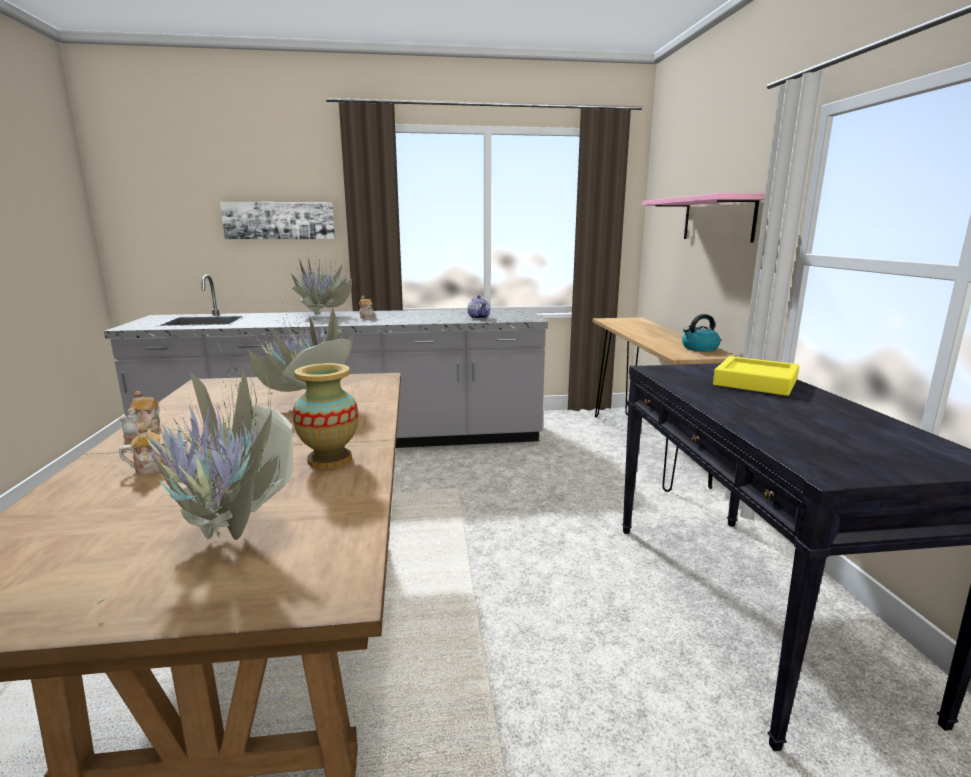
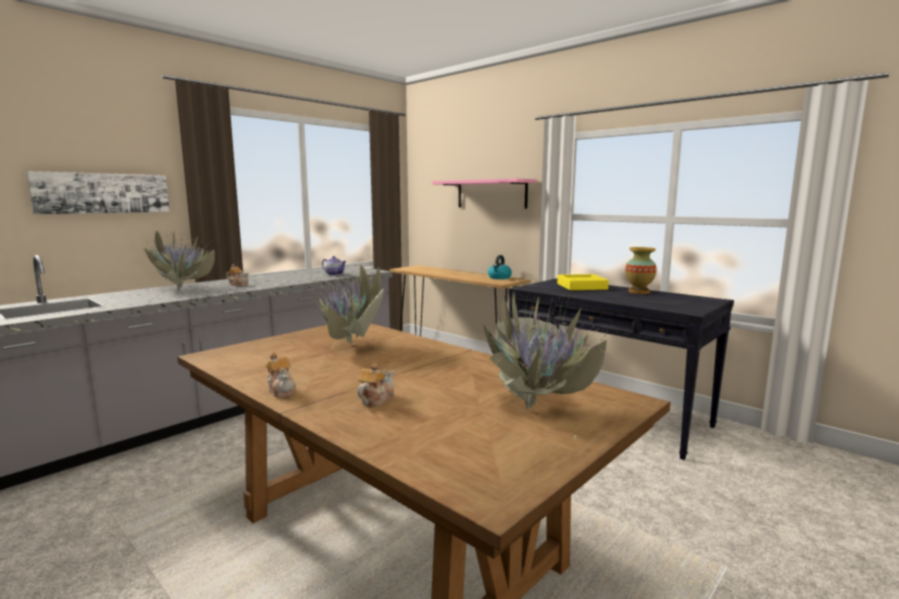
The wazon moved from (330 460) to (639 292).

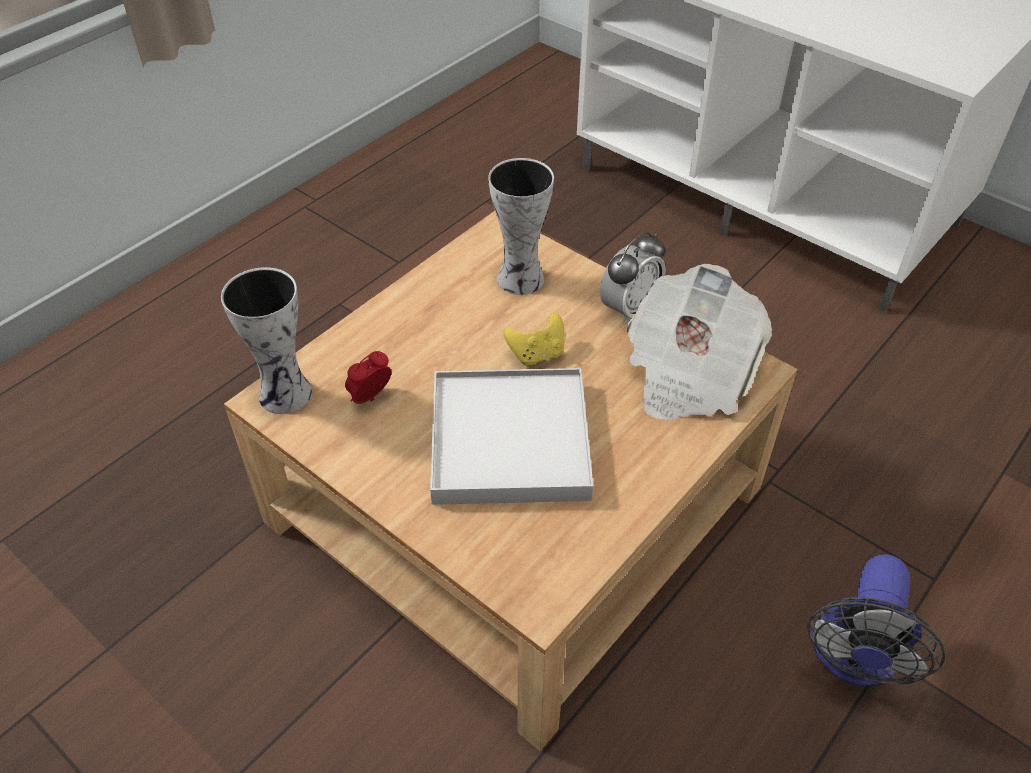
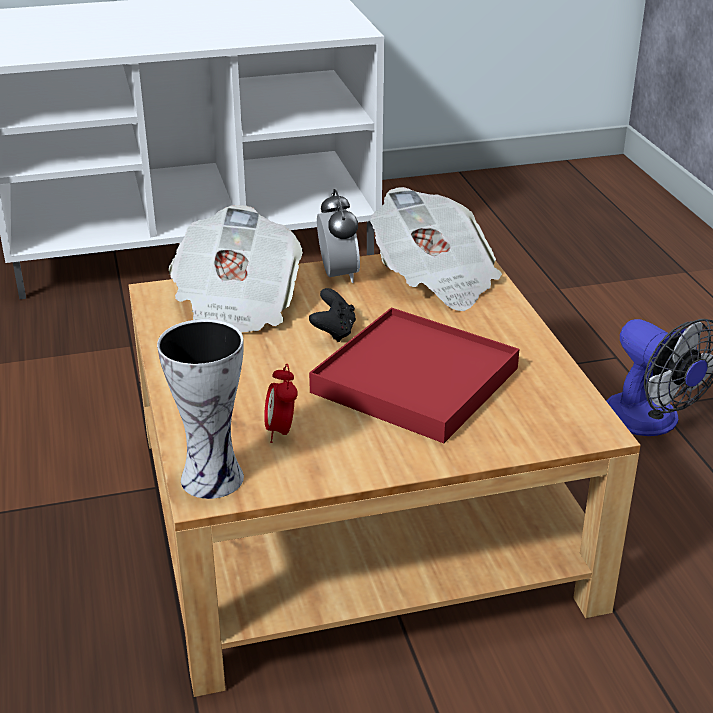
The wazon at (519 280) was replaced by the gazeta at (235 306).
The pad do gier/żółty at (537 354) became the pad do gier/czarny at (334 332).
The taca/biały at (509 440) became the taca/czerwony at (414 380).

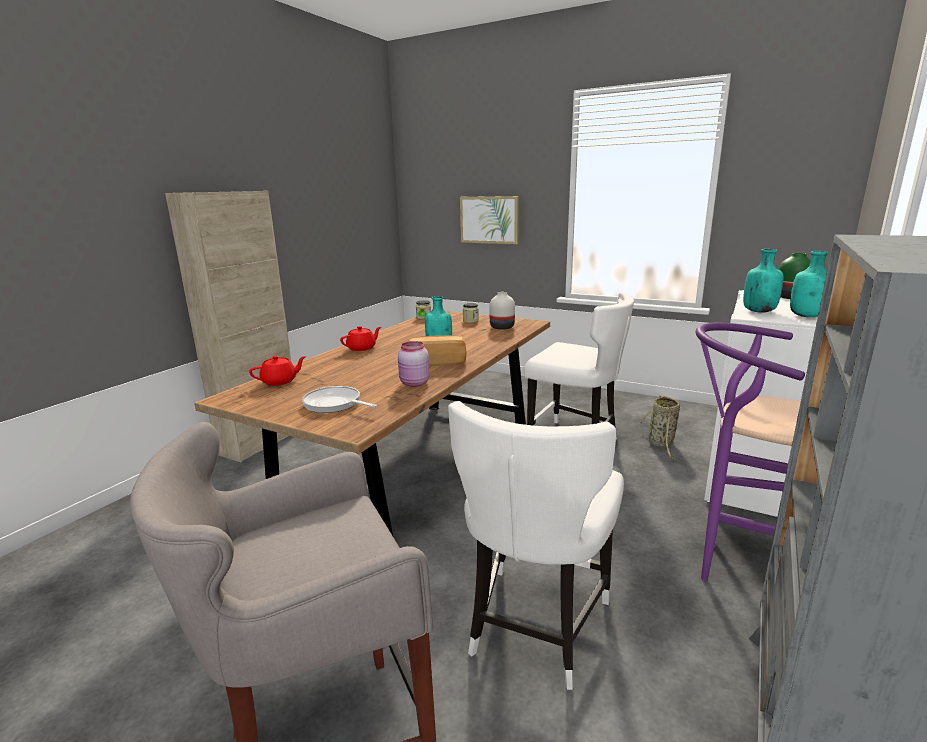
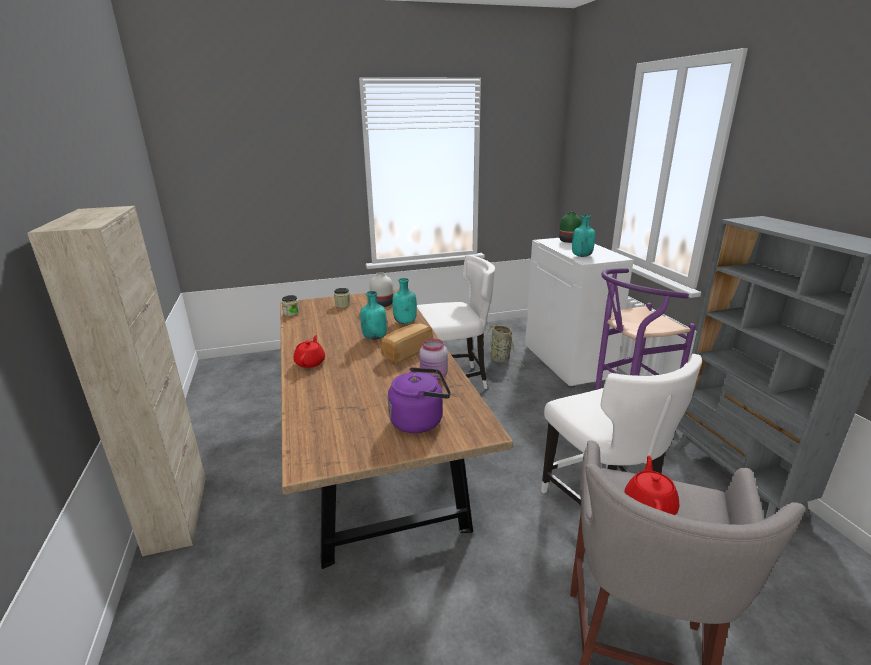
The patelnia at (335 404) was replaced by the czajnik/fioletowy at (420 420).
The butelka/turkusowy moved from (807 316) to (405 322).
The imbryk/czerwony moved from (280 381) to (649 506).
The obraz at (489 220) disappeared.

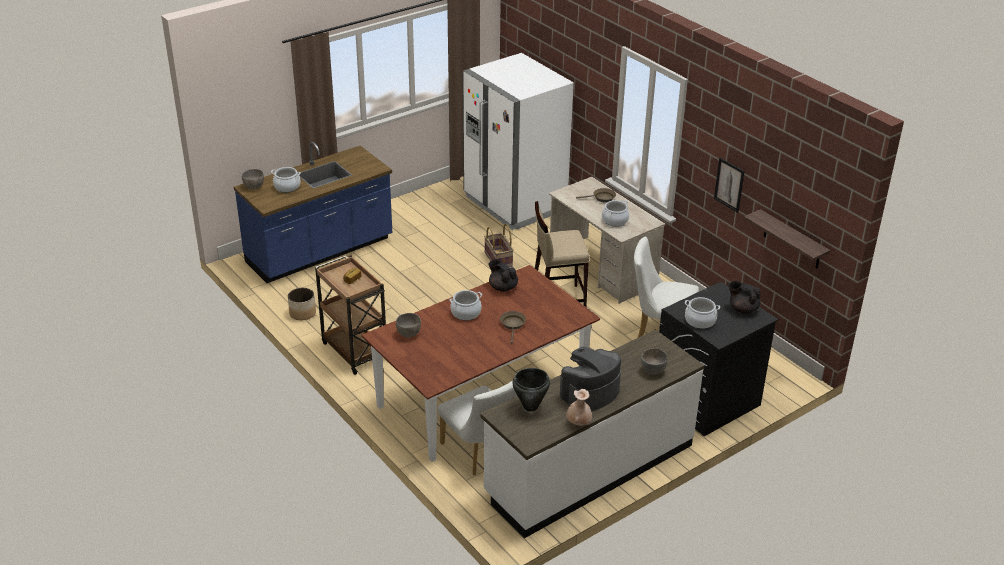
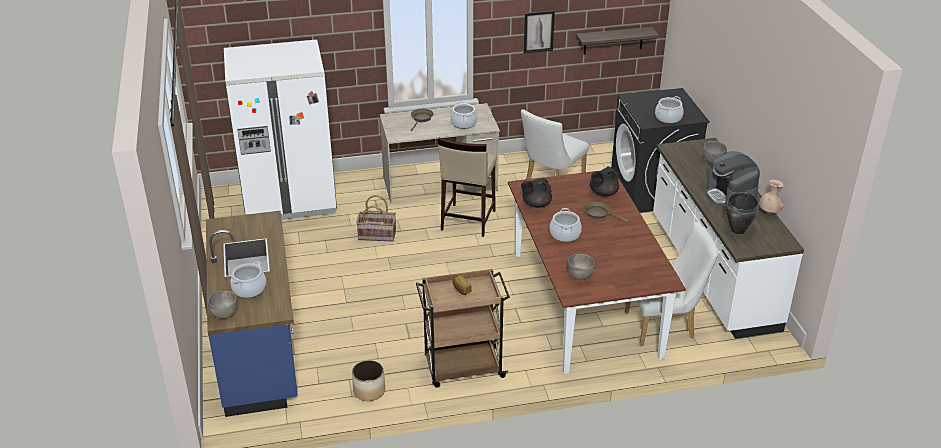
The imbryk/czarny moved from (742 309) to (603 193).

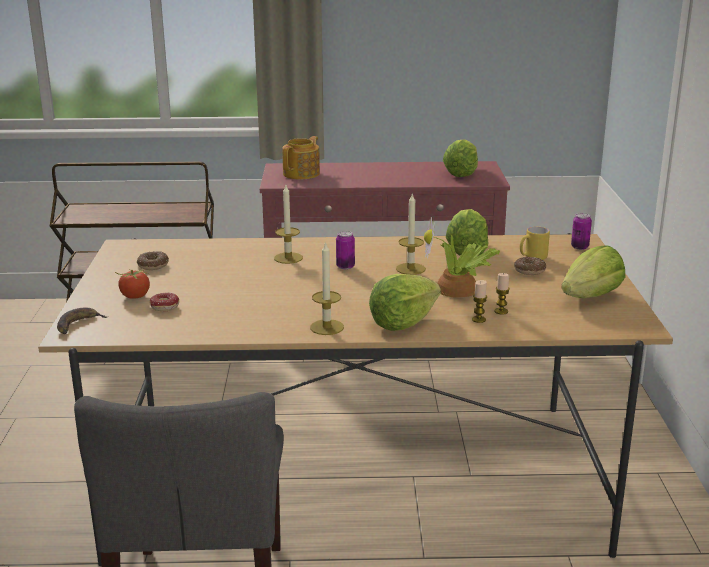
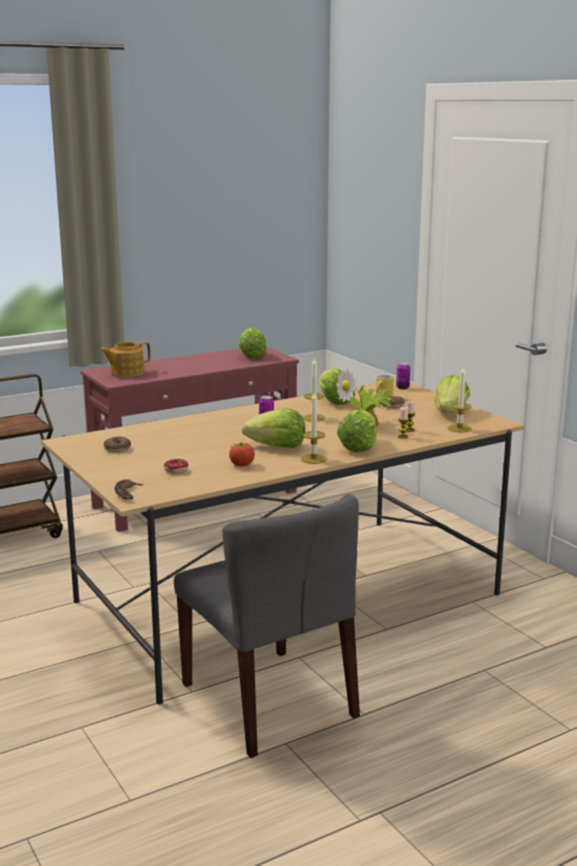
The imbryk at (302 174) turned 120 degrees counterclockwise.
The pomidor moved from (135 296) to (242 465).
The sałata at (277 447) appeared.
The świeca moved from (288 258) to (459 428).

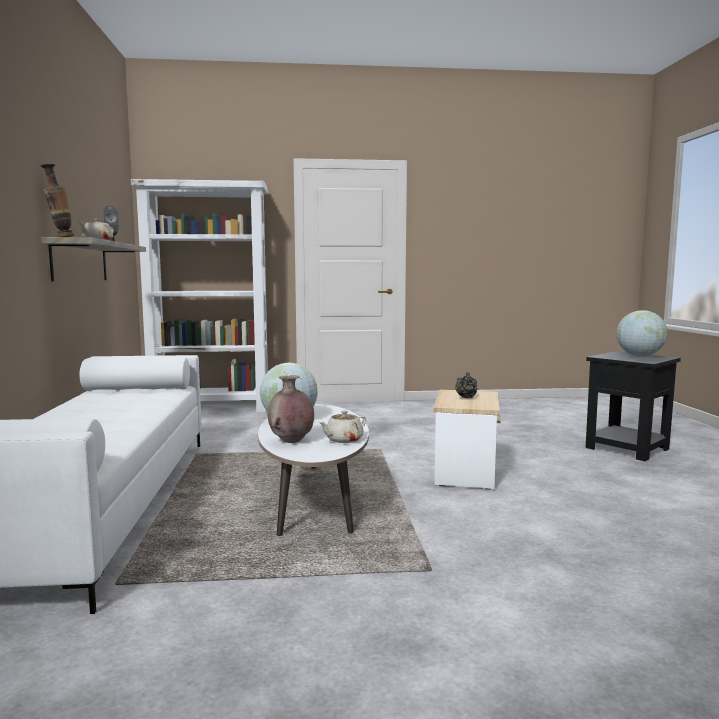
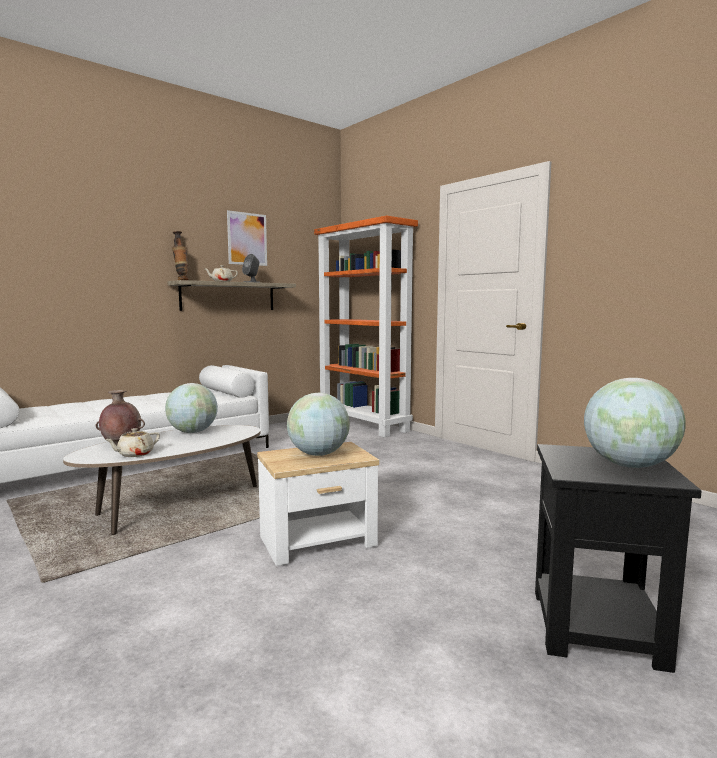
The imbryk/beżowy at (343 440) turned 60 degrees counterclockwise.
The obraz at (247 239) appeared.
The imbryk/czarny at (466 398) was replaced by the globus at (318 454).
The regał/biały at (212 409) became the regał/pomarańczowy at (364 425).

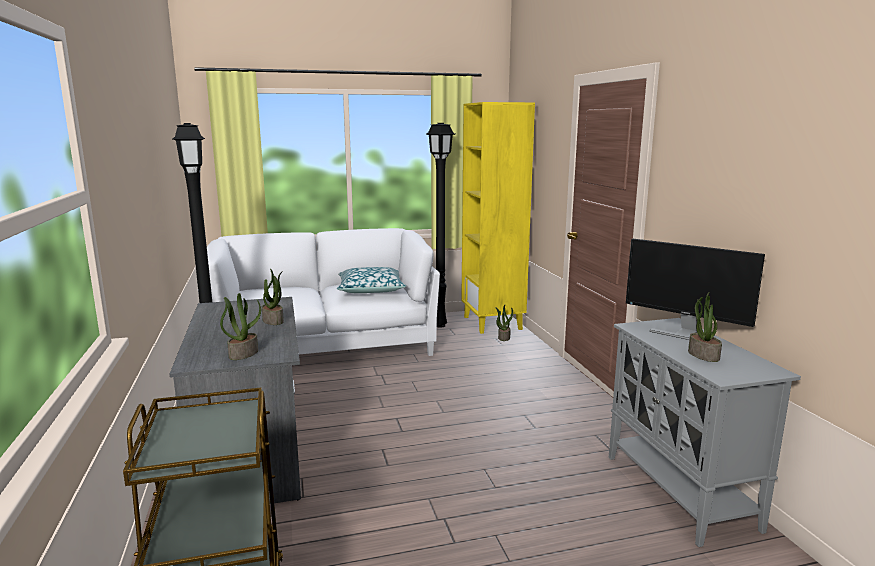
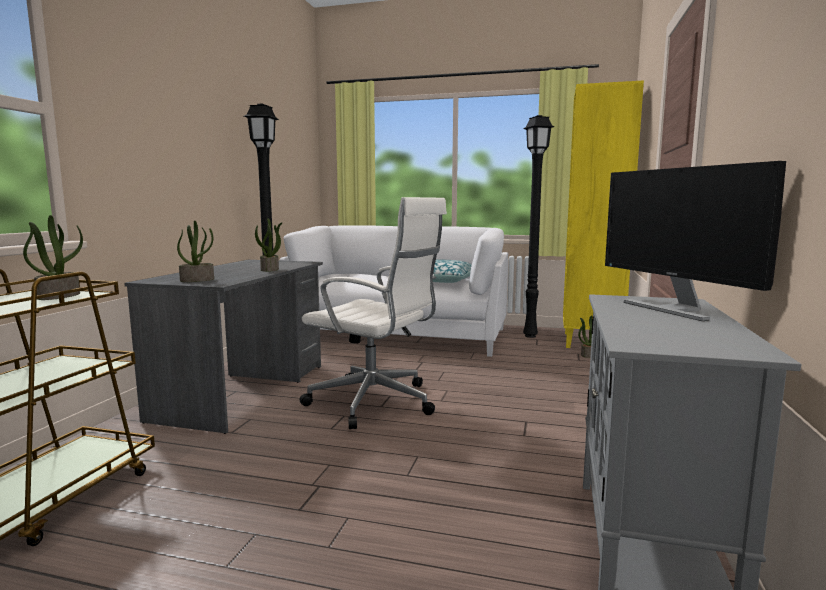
The roślina doniczkowa moved from (702 355) to (59 296).
The krzesło biurowe/biały at (375 403) appeared.

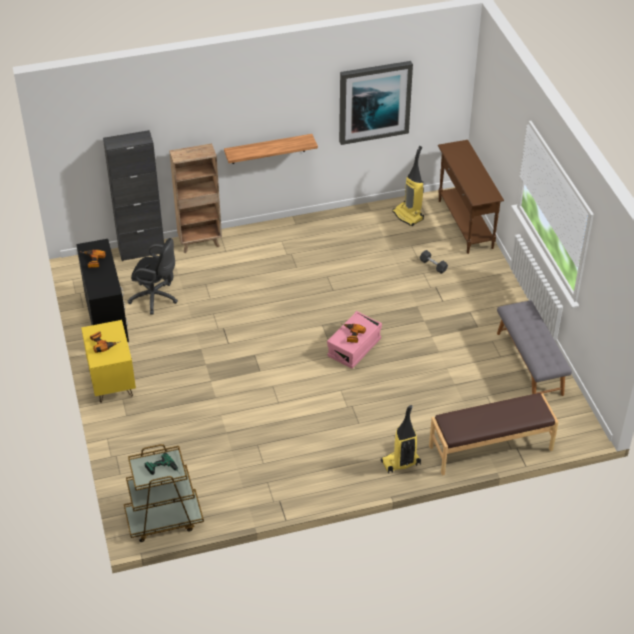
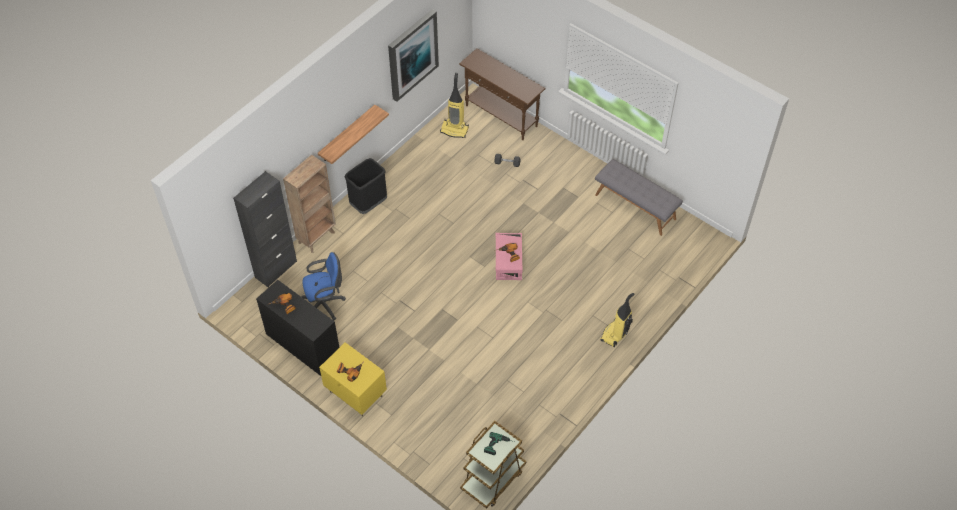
The krzesło biurowe/czarny at (156 298) became the krzesło biurowe/niebieski at (325 304).
The kosz na śmieci/czarny at (368 204) appeared.
The ławka/brązowy at (491 448) disappeared.

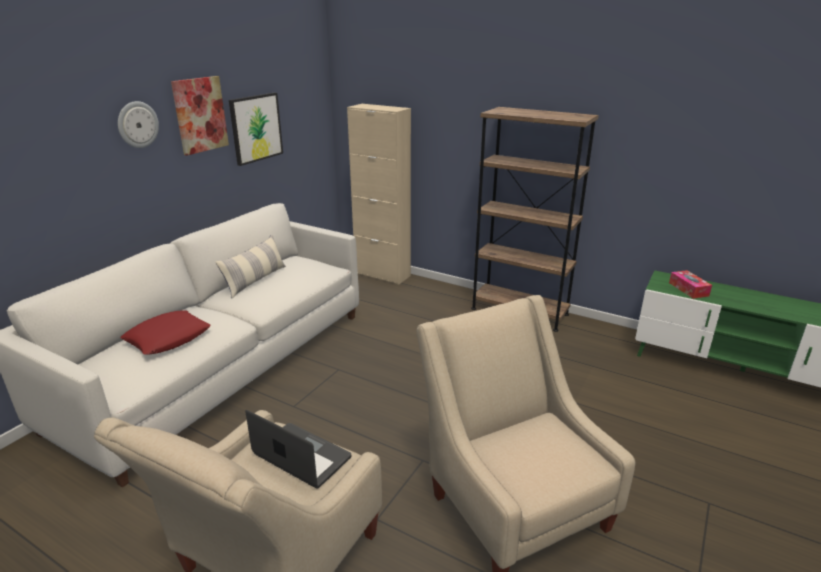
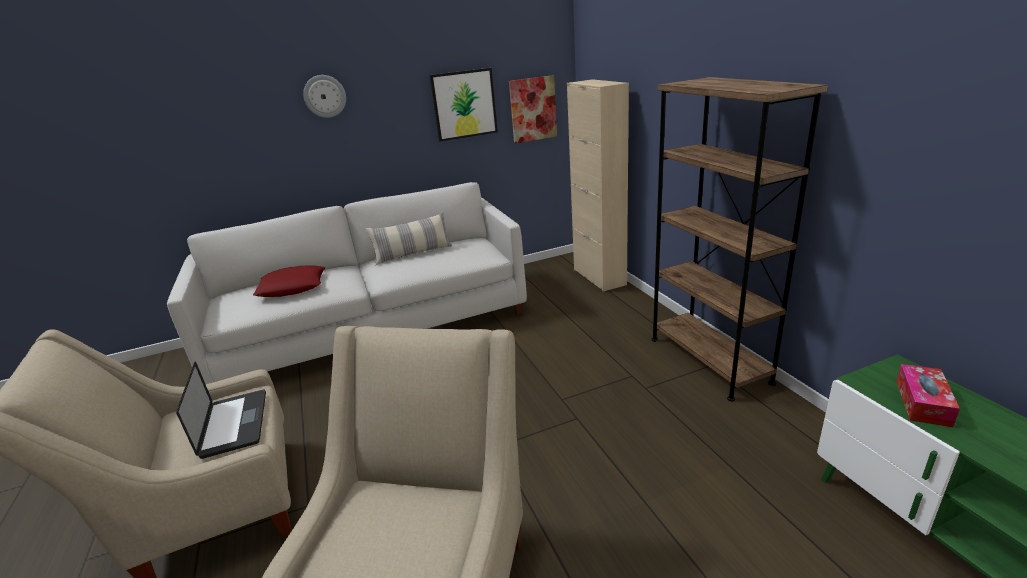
The obraz moved from (200 115) to (533 109).

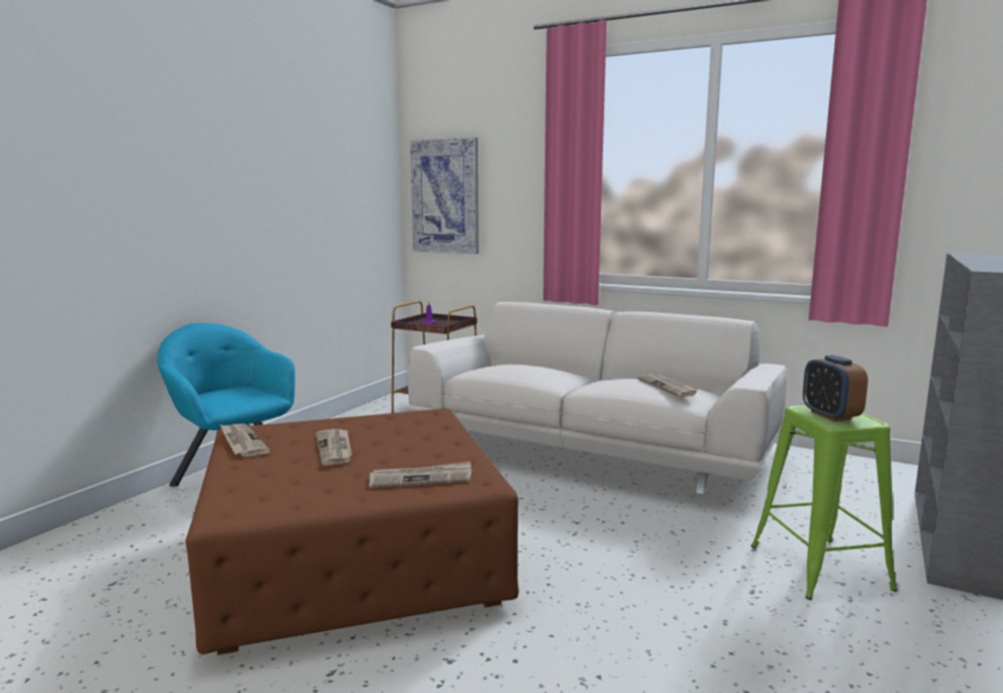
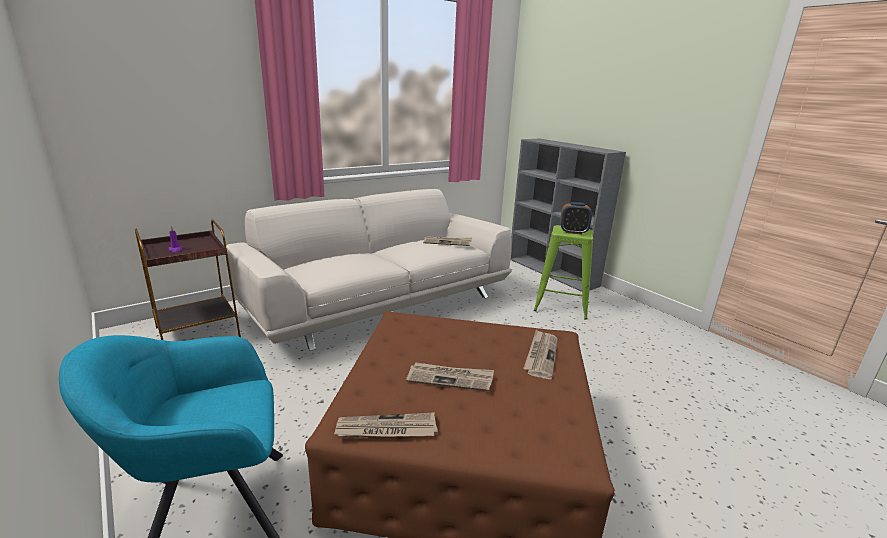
The obraz at (445 196) disappeared.

